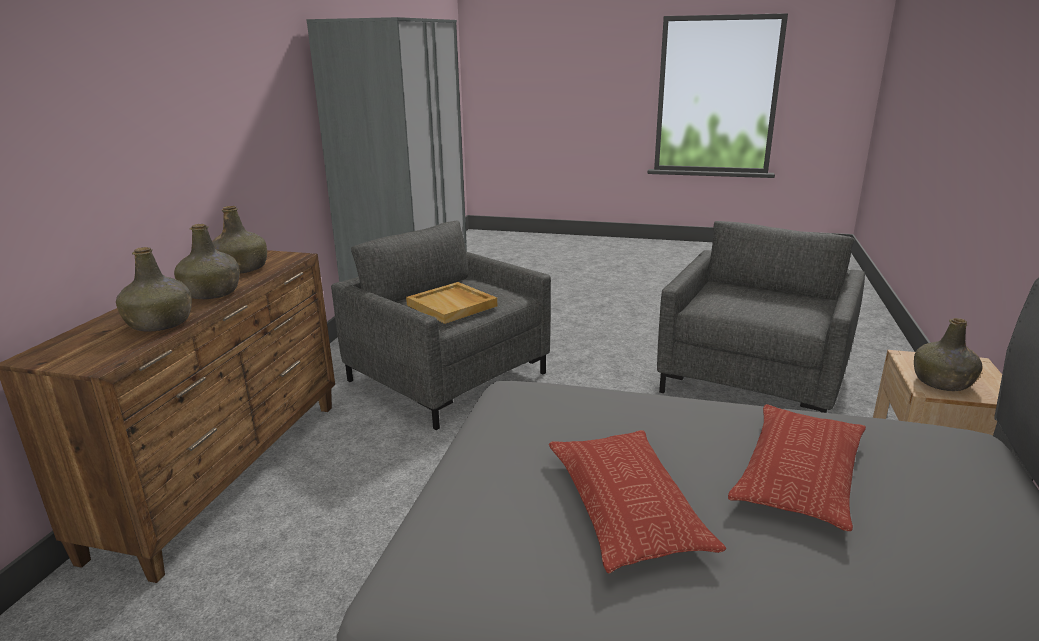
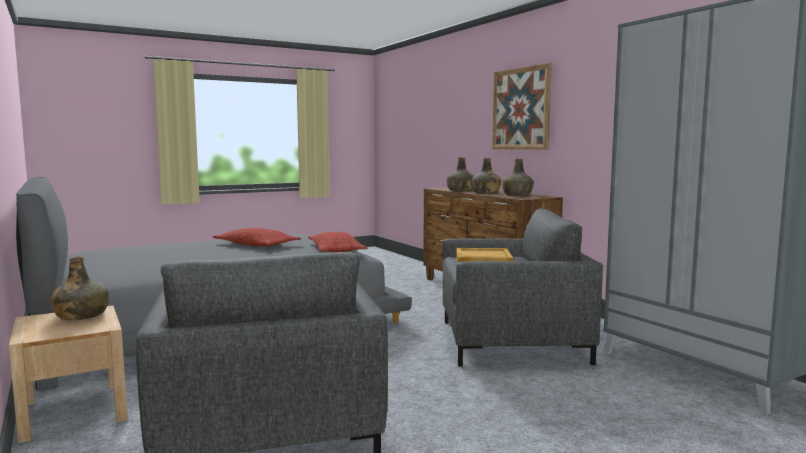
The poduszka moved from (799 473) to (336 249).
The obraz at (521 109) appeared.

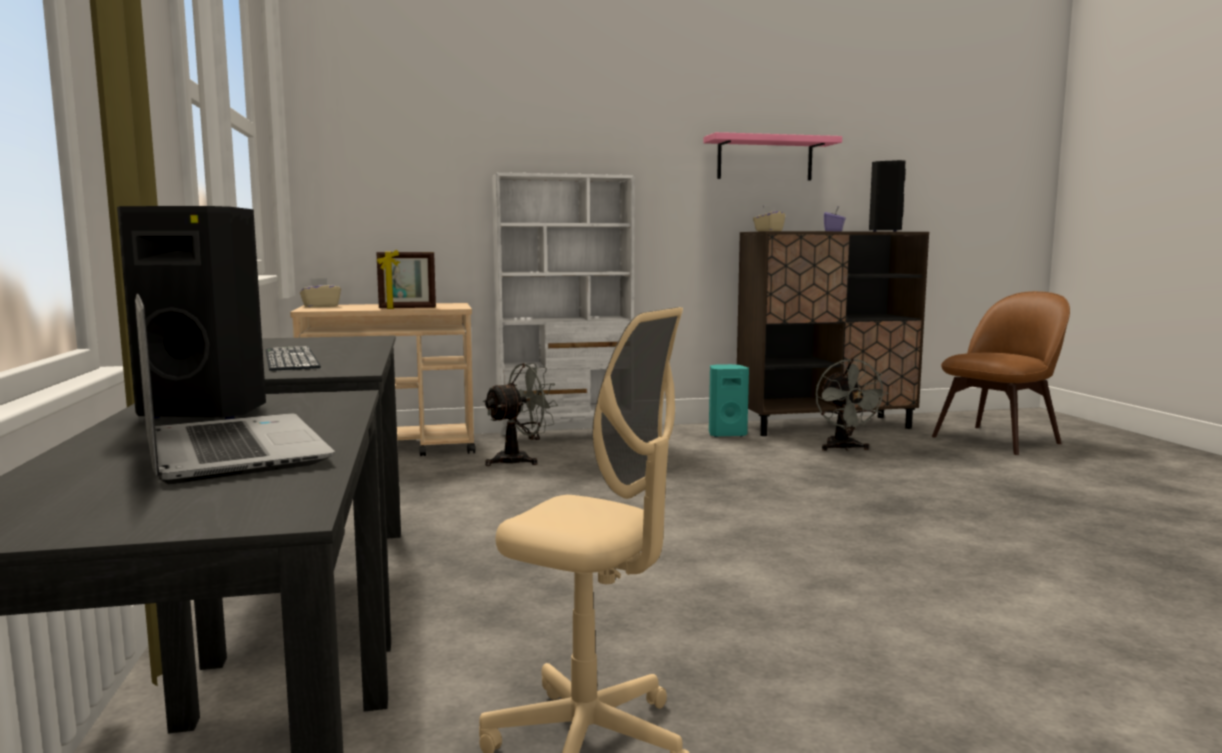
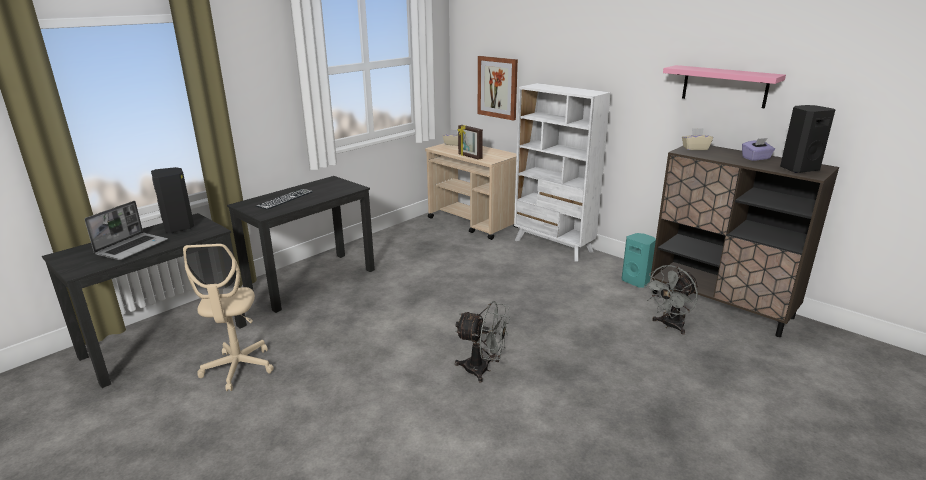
The wentylator/szary moved from (520 460) to (483 370).
The obraz at (497 87) appeared.
The krzesło/brązowy at (998 439) disappeared.

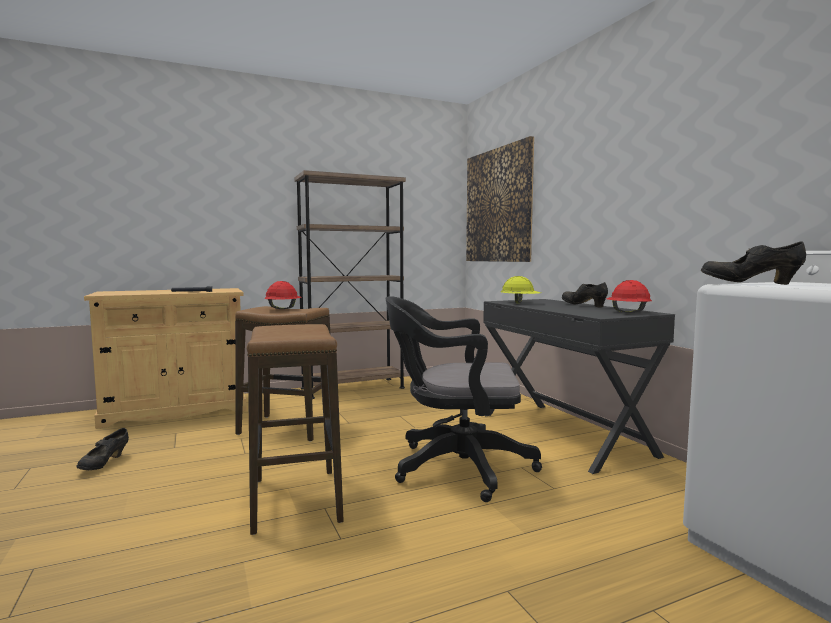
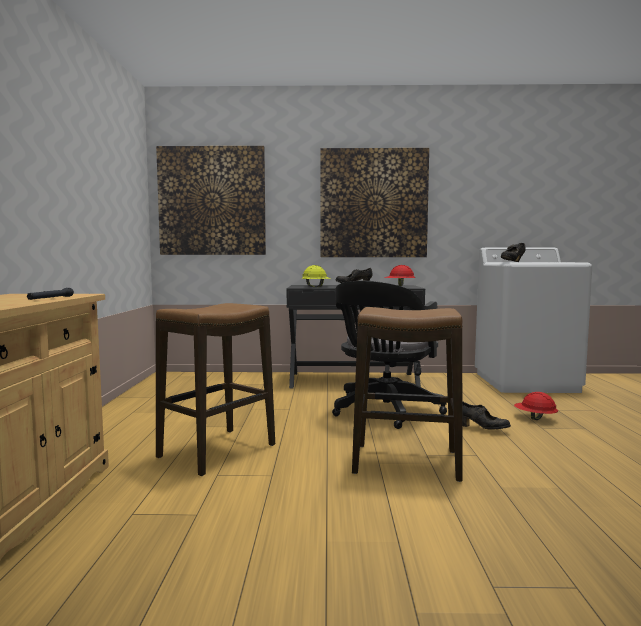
The obraz at (373 203) appeared.
The but/czarny moved from (104 464) to (482 429).
The kask/czerwony moved from (283 308) to (535 418).
The regał/brązowy at (352 388) disappeared.

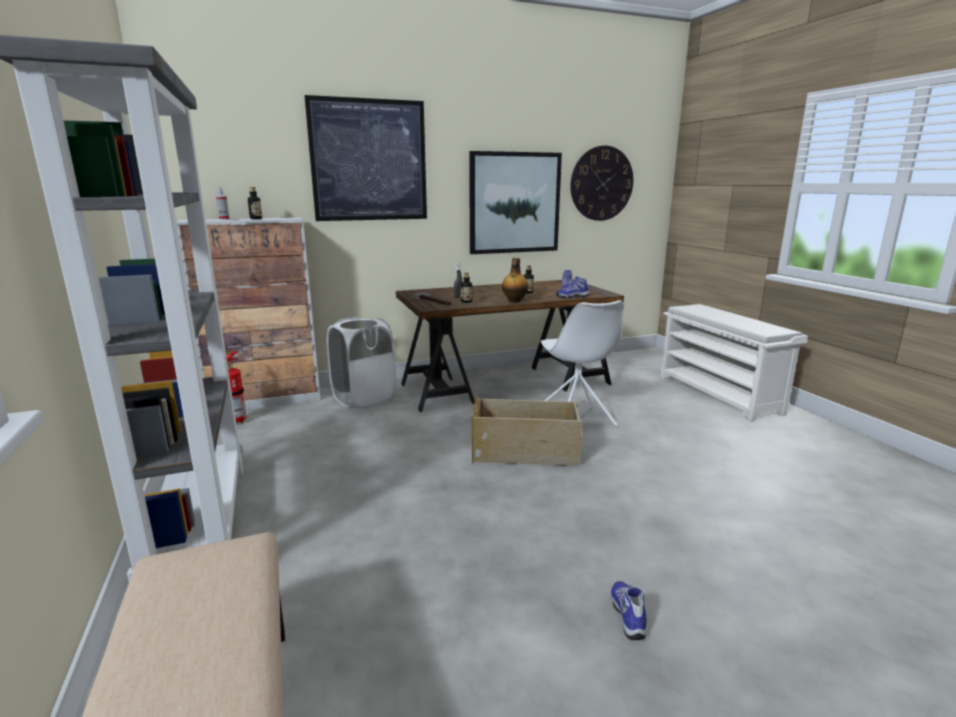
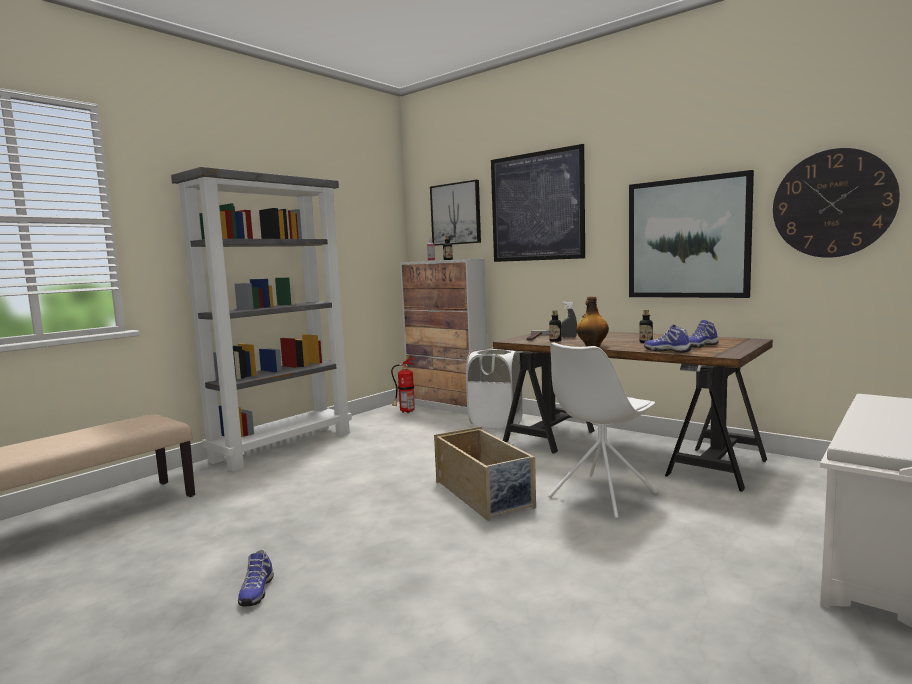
The but at (629 616) turned 120 degrees clockwise.
The obraz at (456 214) appeared.

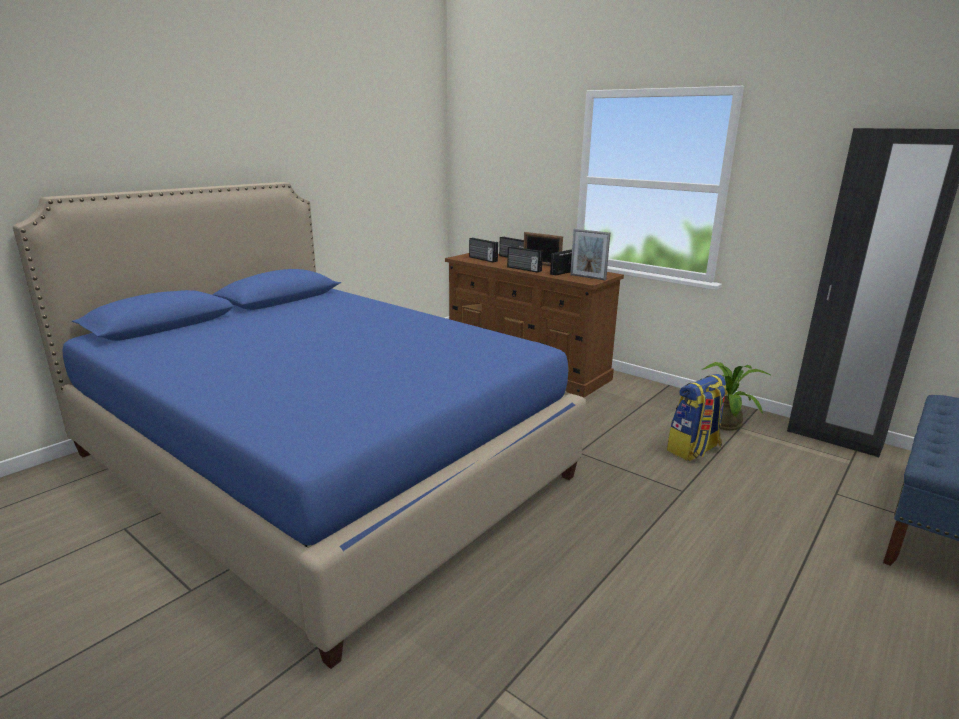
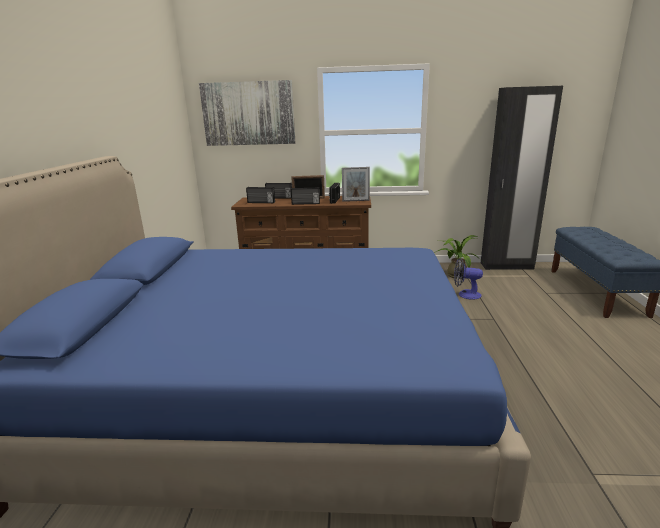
The obraz at (248 113) appeared.
The plecak at (694 450) was replaced by the wentylator at (465 294).

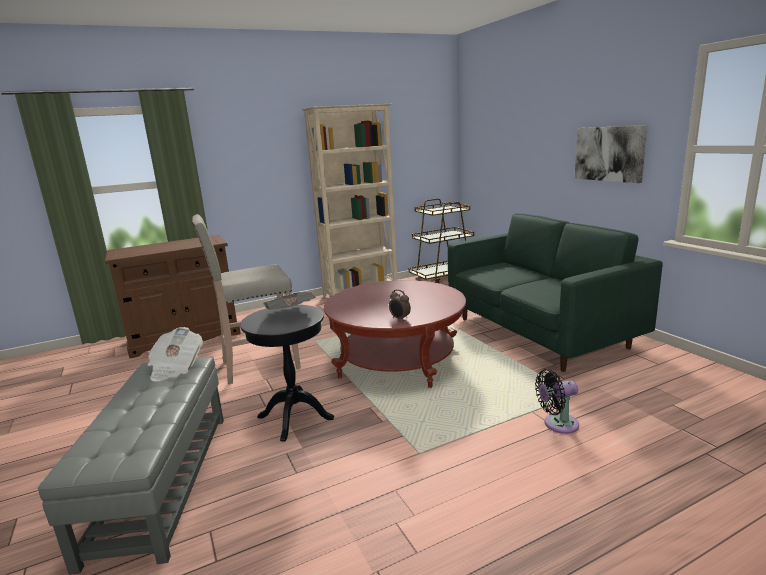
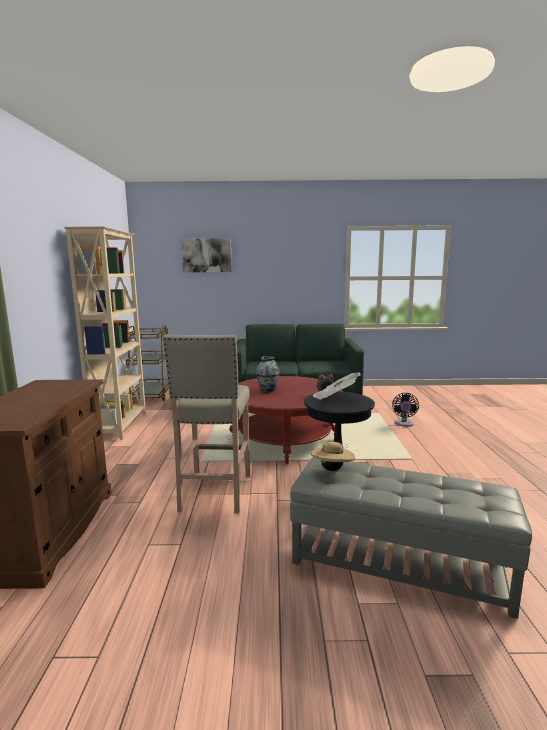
The obraz moved from (609 153) to (207 255).
The wazon at (268 390) appeared.
The gazeta at (175 368) was replaced by the kapelusz/beżowy at (332 469).

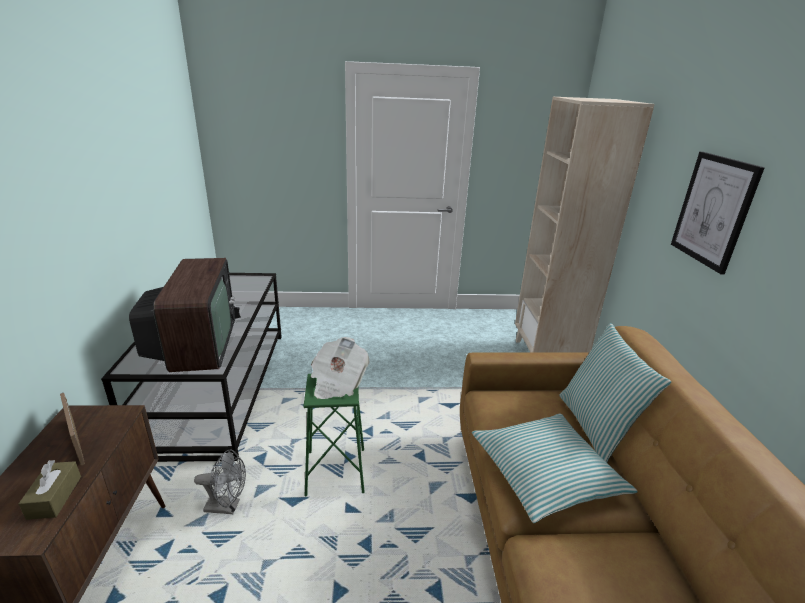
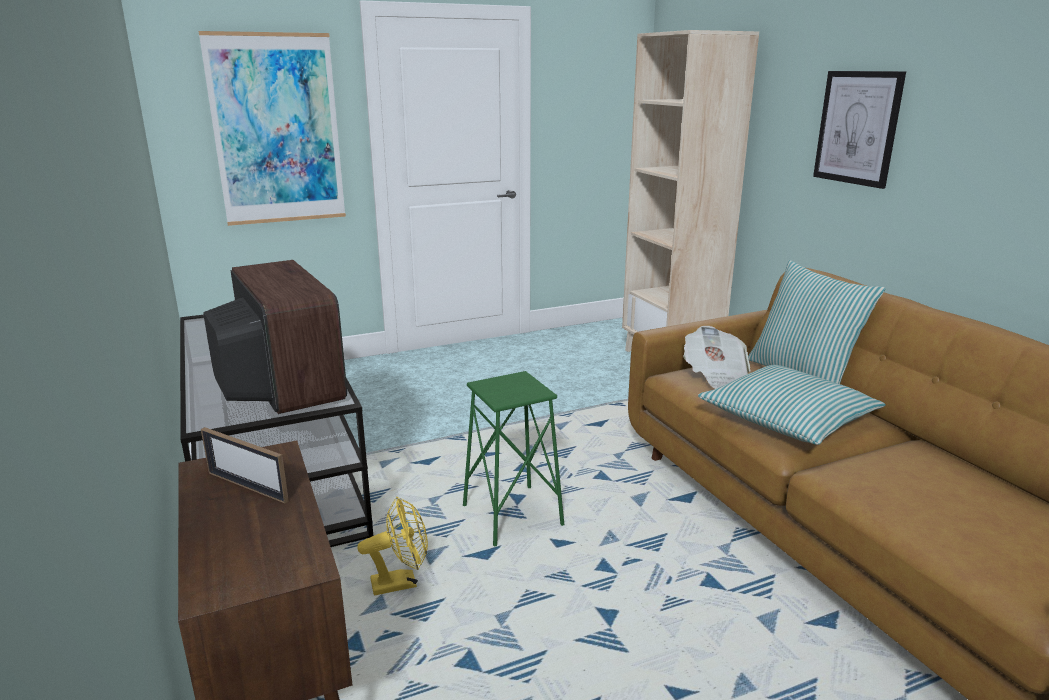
The obraz at (277 130) appeared.
The wentylator/szary at (227 506) became the wentylator/żółty at (401 582).
The gazeta moved from (337 382) to (715 375).
The pudełko chusteczek/brązowy at (55 497) disappeared.

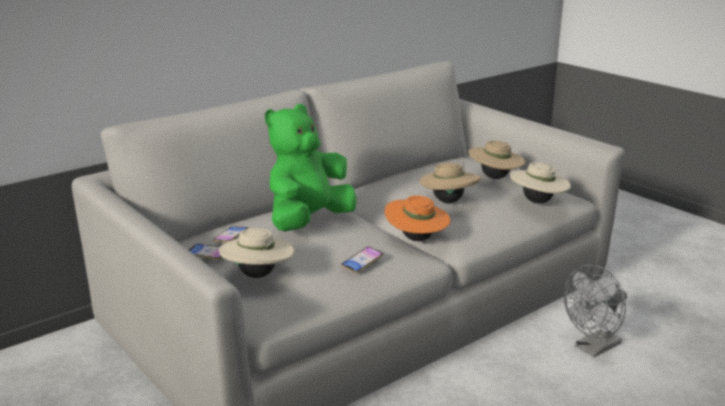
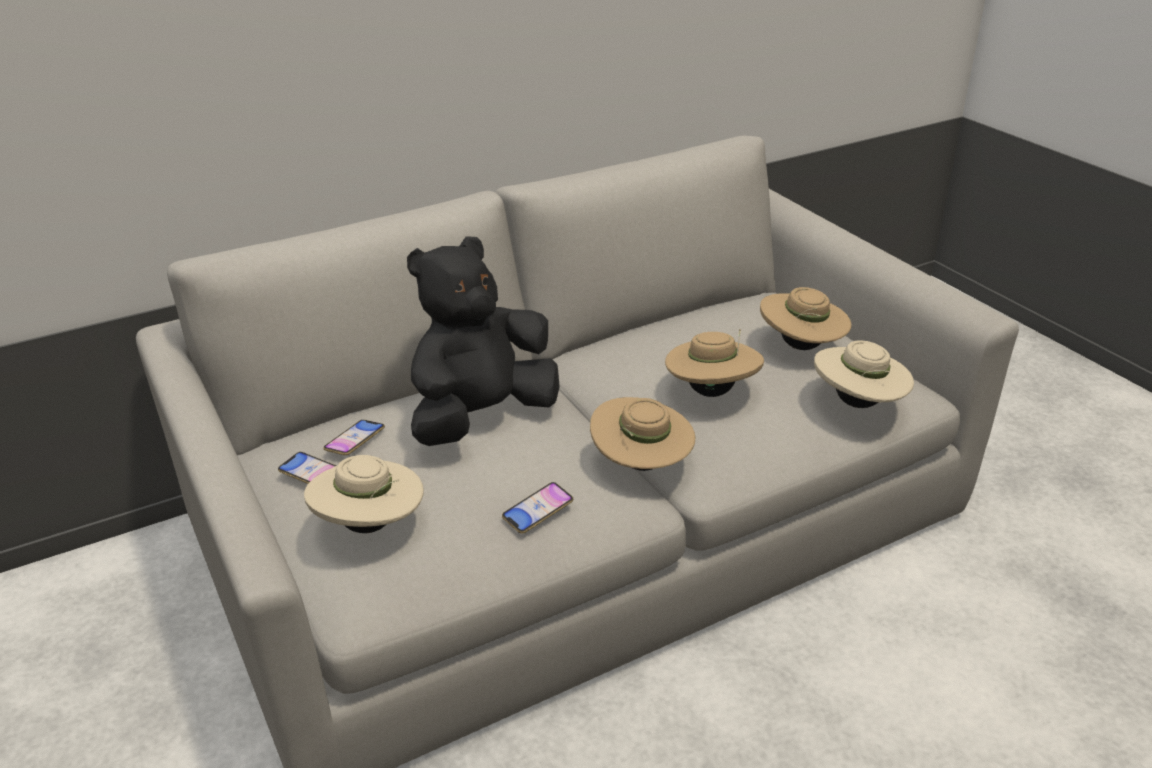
The pluszak/zielony at (308 221) became the pluszak/czarny at (482 417).
The kapelusz/pomarańczowy at (417 239) became the kapelusz/beżowy at (641 465).
The wentylator/szary at (593 348) disappeared.

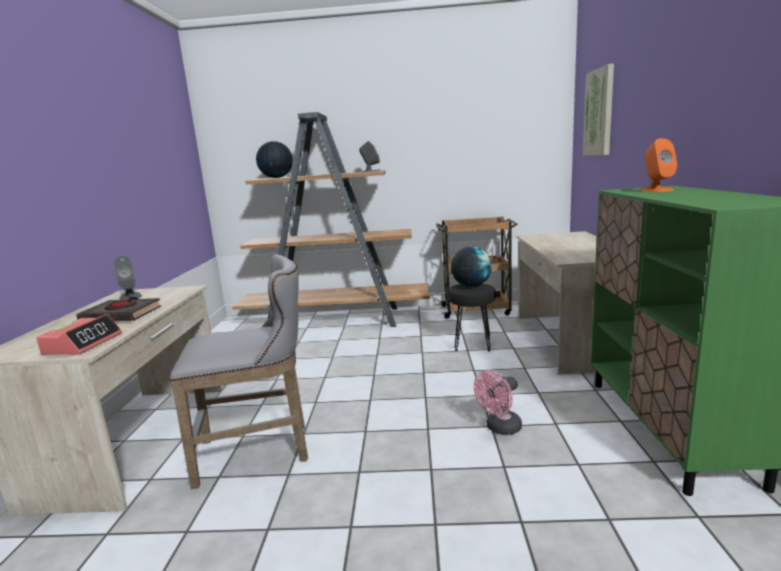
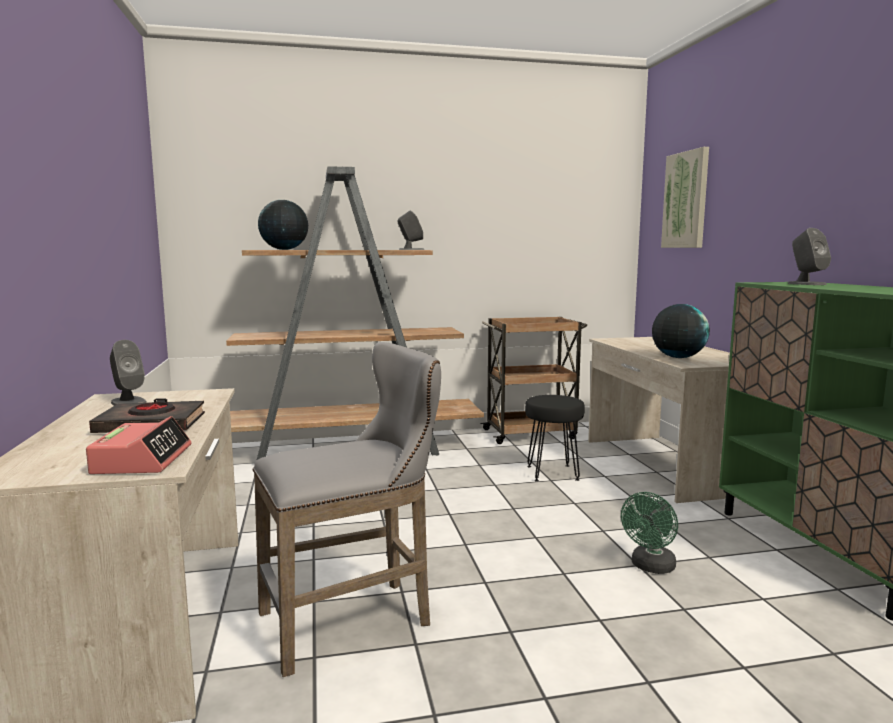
The wentylator/różowy at (500 428) became the wentylator/zielony at (650 567).
The globus moved from (471 286) to (678 357).
The głośnik/pomarańczowy at (656 190) became the głośnik/szary at (806 284).

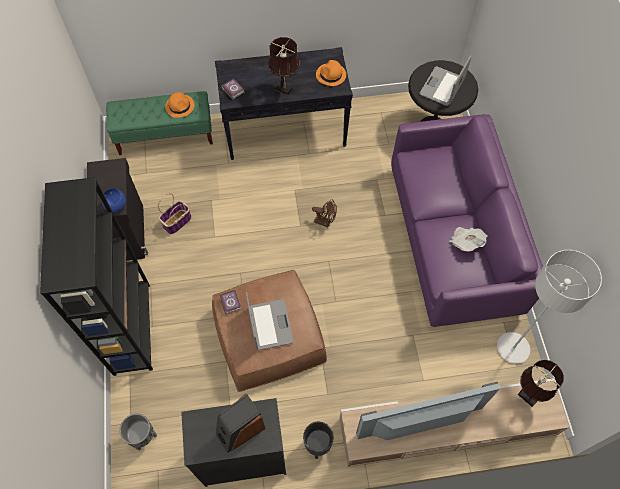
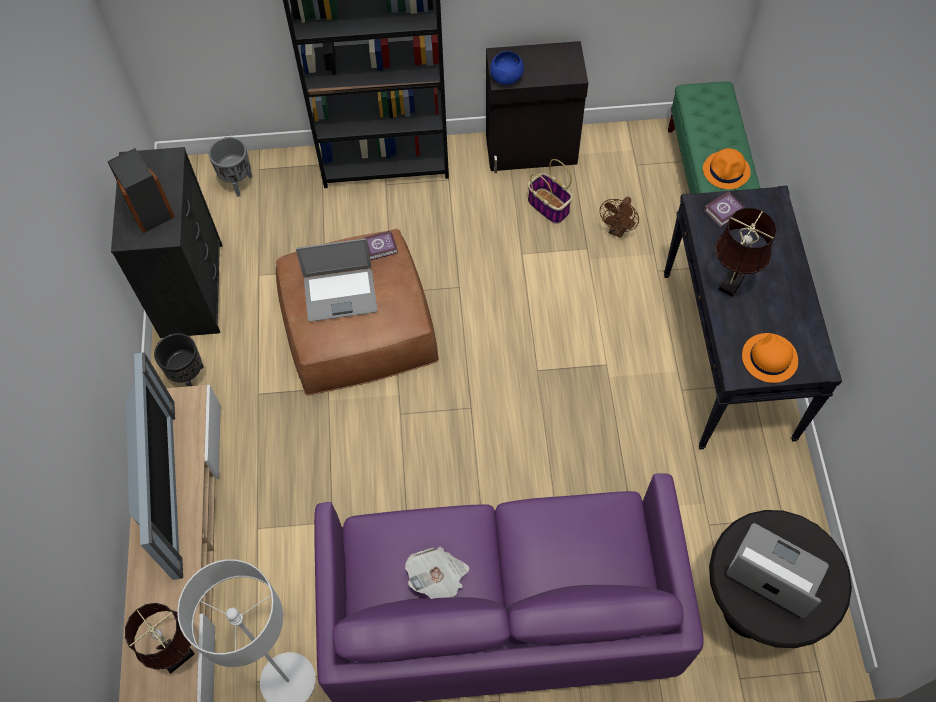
The wentylator/brązowy moved from (325 222) to (617 230).

